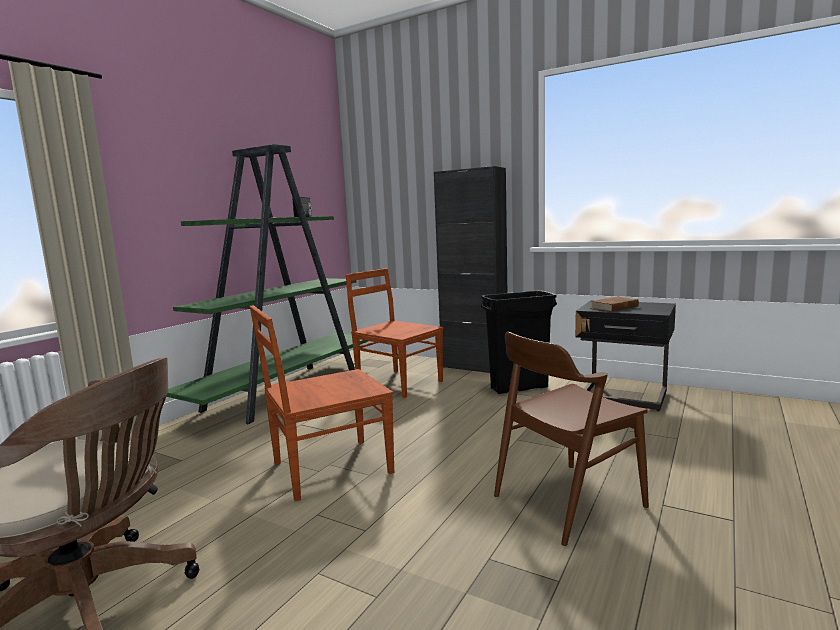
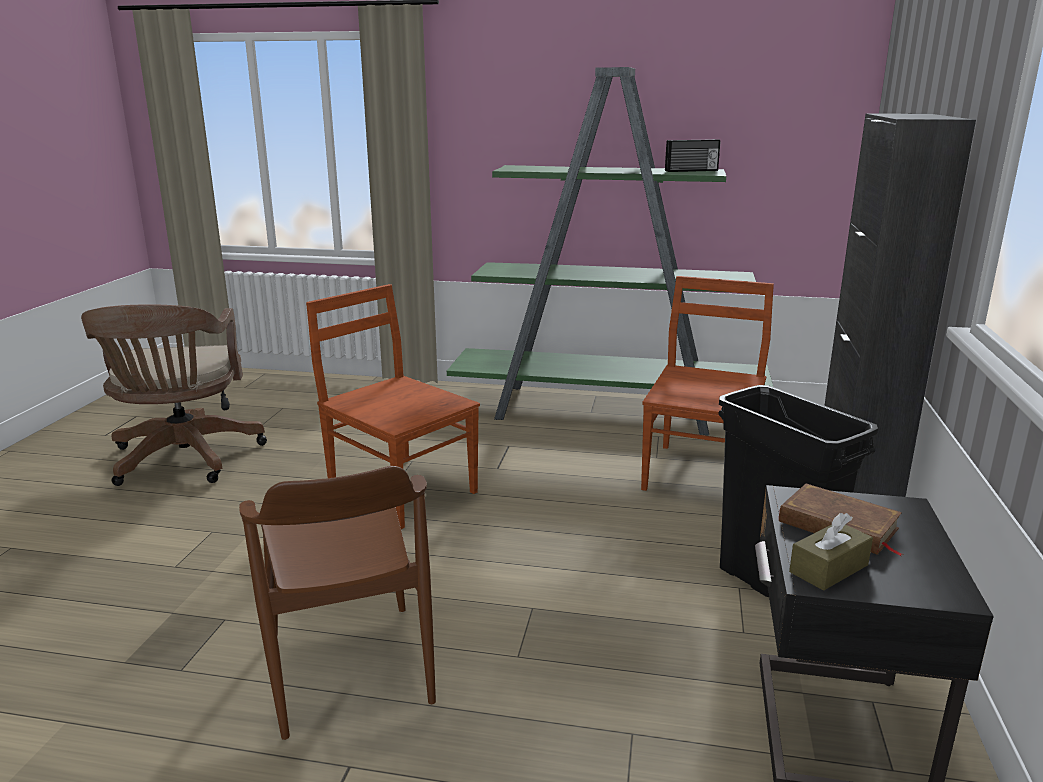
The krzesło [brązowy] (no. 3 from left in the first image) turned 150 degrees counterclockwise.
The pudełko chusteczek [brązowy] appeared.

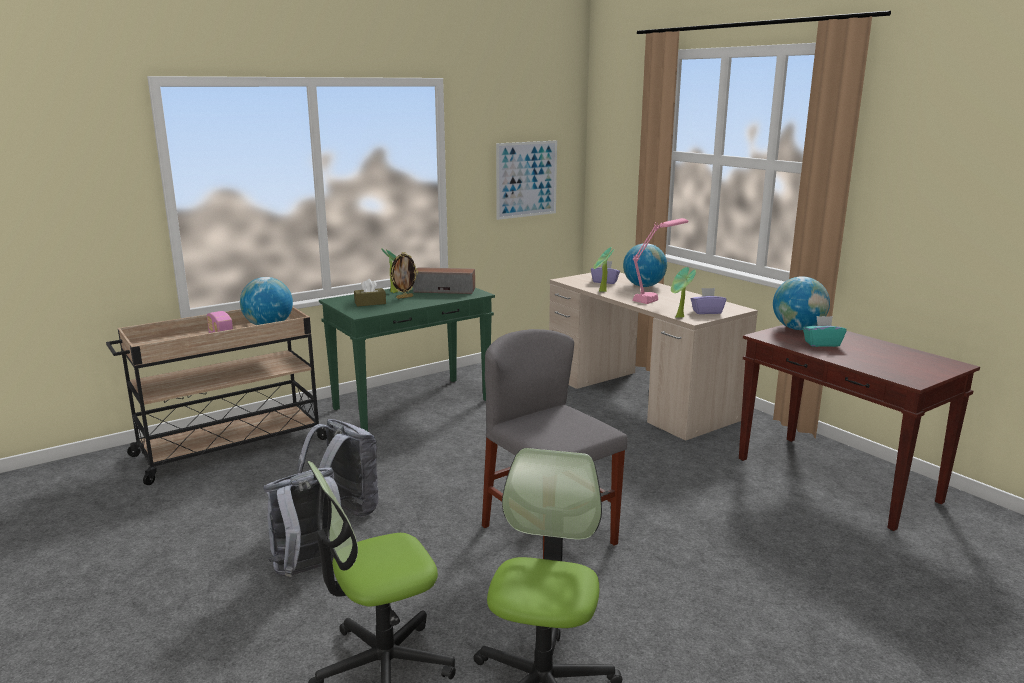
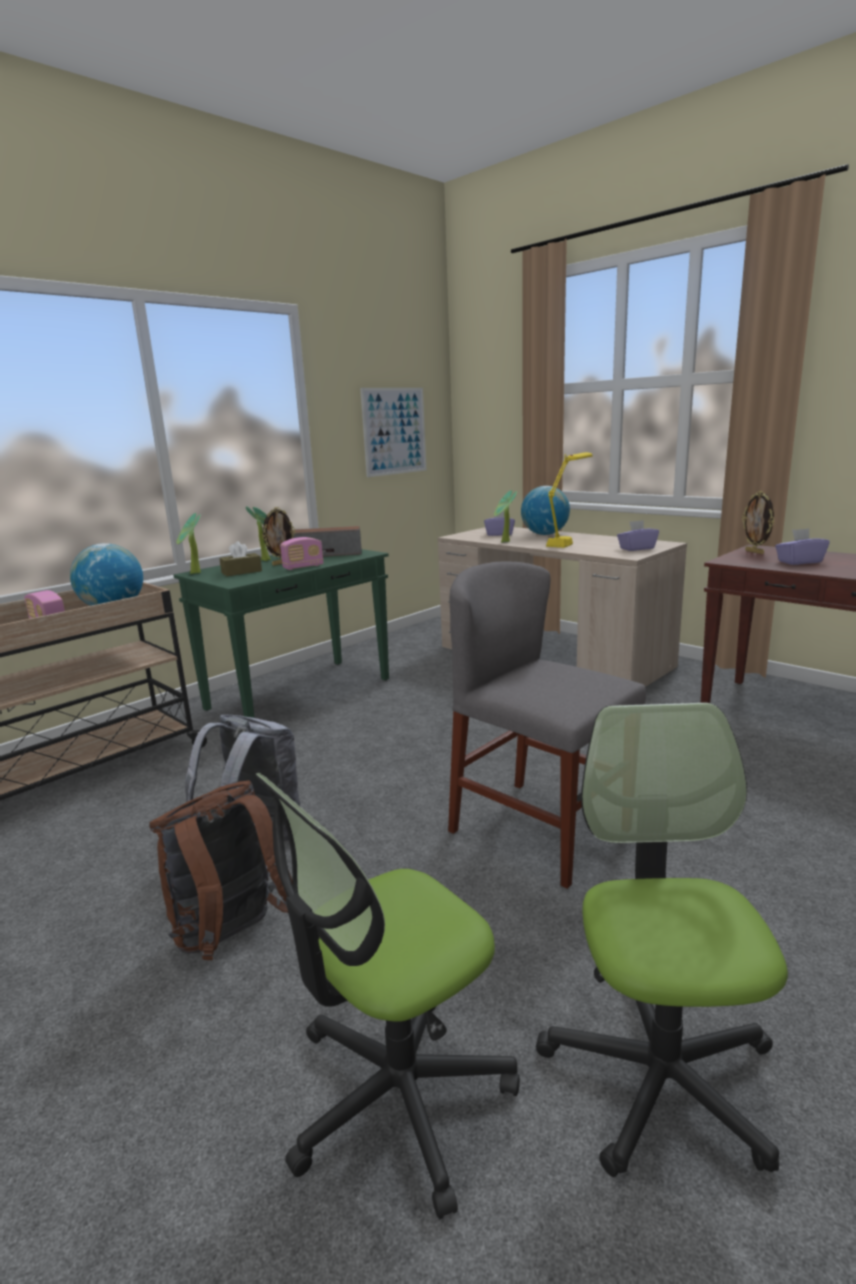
The plecak [szary] (no. 1 from left) became the plecak [brązowy].
The roślina doniczkowa (no. 3 from left in the first image) moved.
The radio (no. 2 from left) appeared.
The lampa stołowa [różowy] became the lampa stołowa [żółty].
The globus (no. 3 from left) was replaced by the ramka na zdjęcie (no. 2 from left).
The pudełko chusteczek [turkusowy] became the pudełko chusteczek [fioletowy] (no. 3 from left).

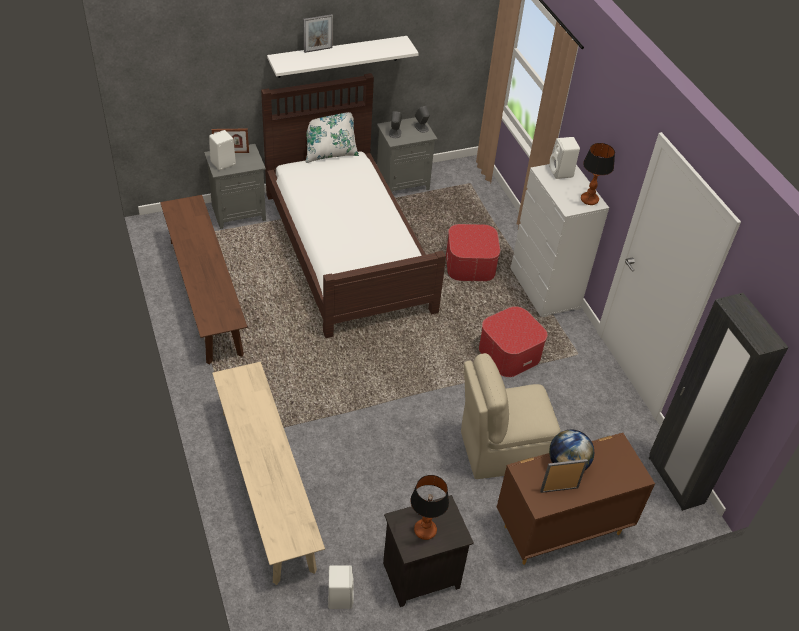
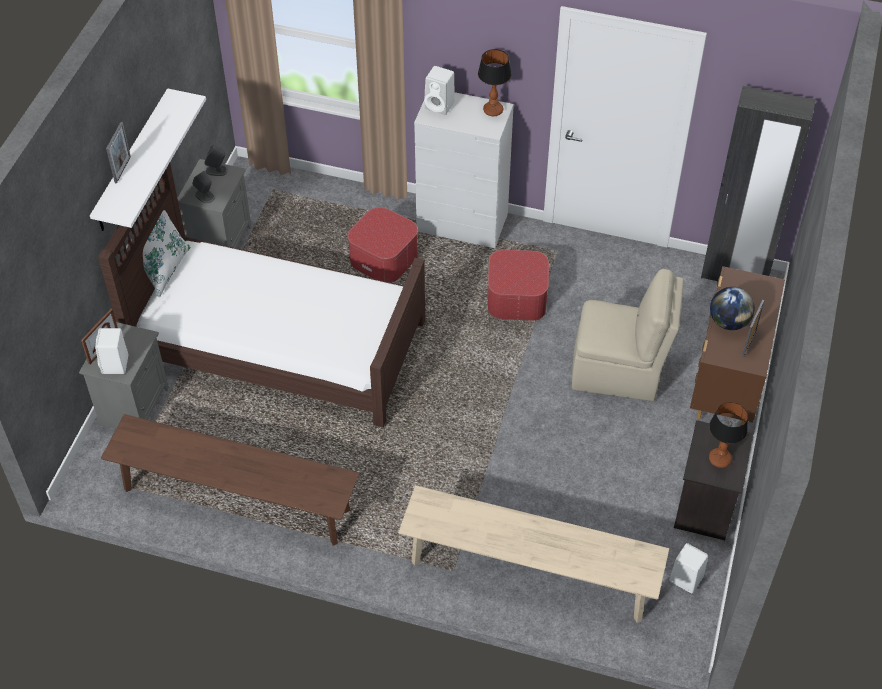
The krzesło [beżowy] turned 105 degrees counterclockwise.

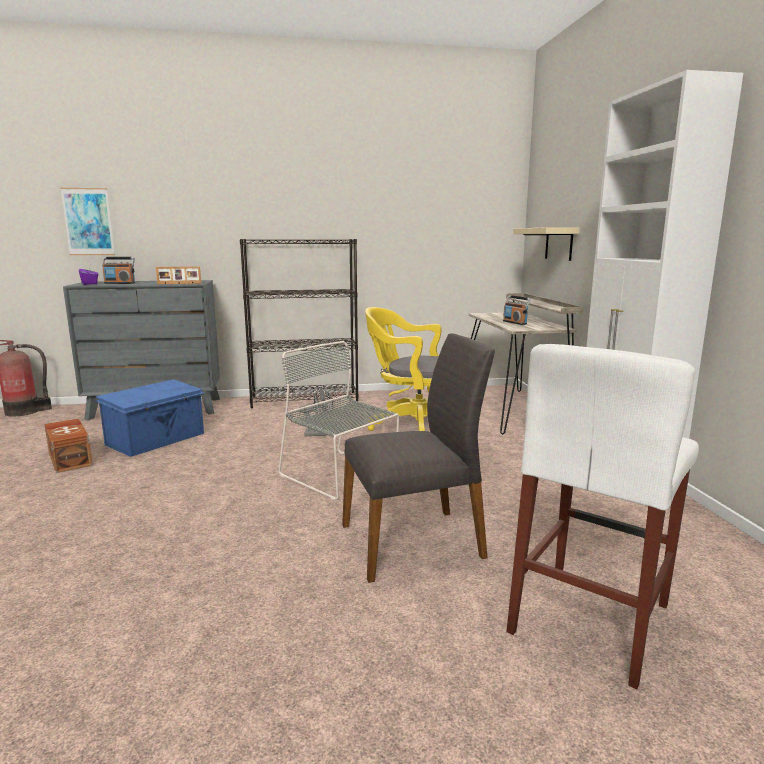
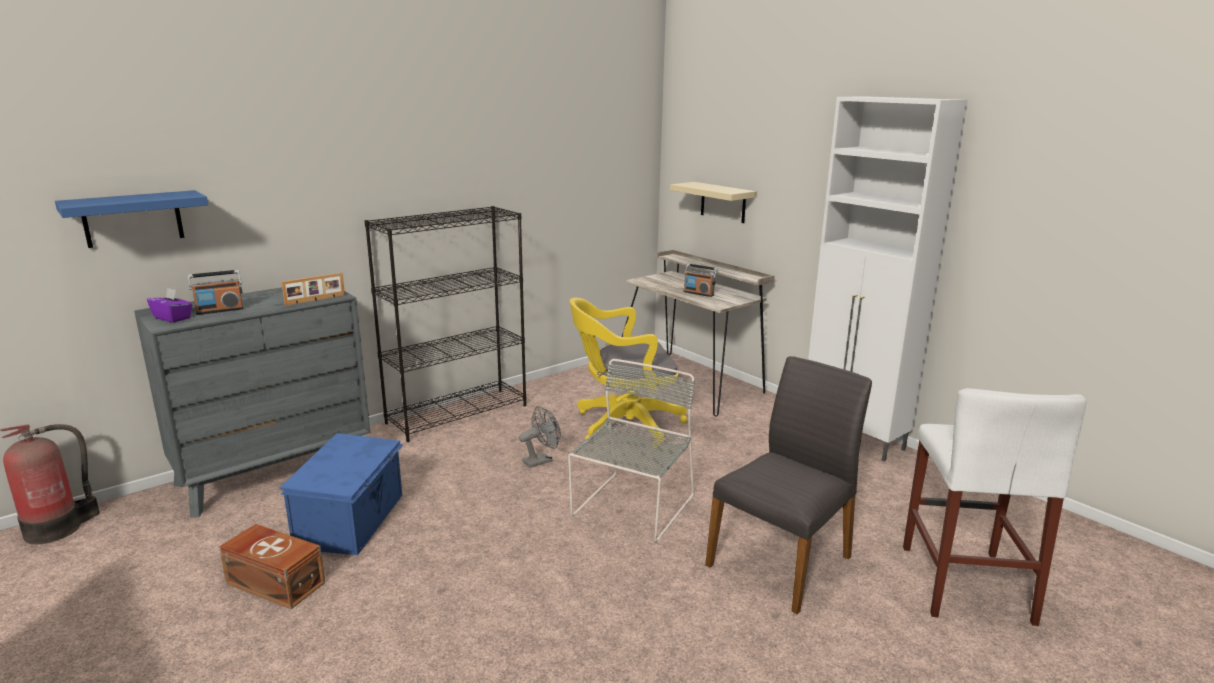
The obraz was replaced by the półka [niebieski].
The krzesło [szary] (no. 1 from left) turned 105 degrees clockwise.

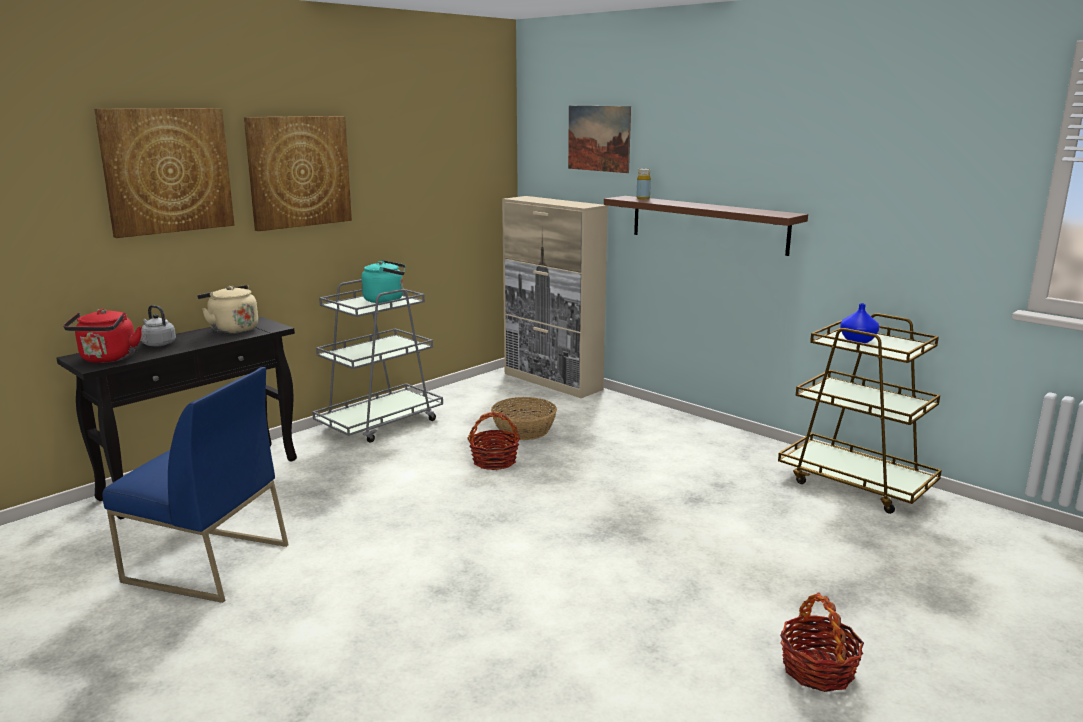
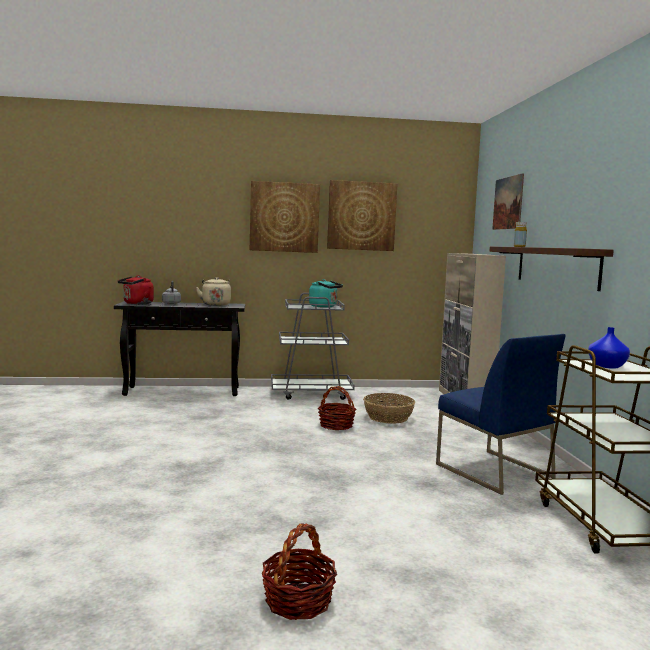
The obraz (no. 1 from left in the first image) moved.
The krzesło [niebieski] moved.

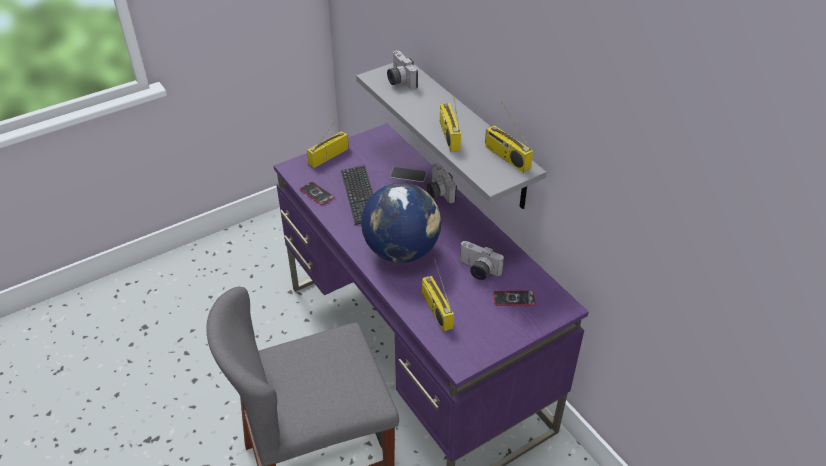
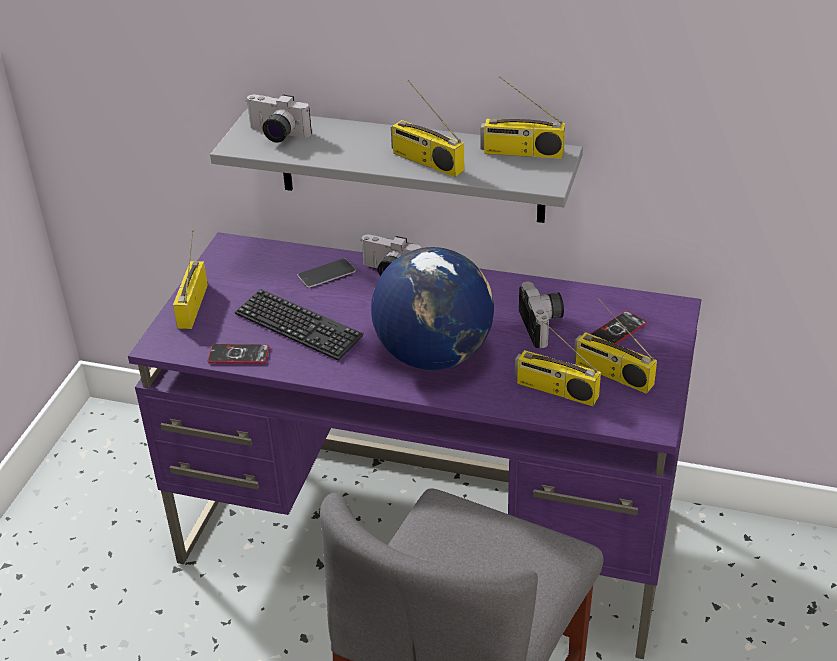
The aparat fotograficzny (no. 3 from left) turned 90 degrees counterclockwise.
The radio (no. 5 from left) appeared.

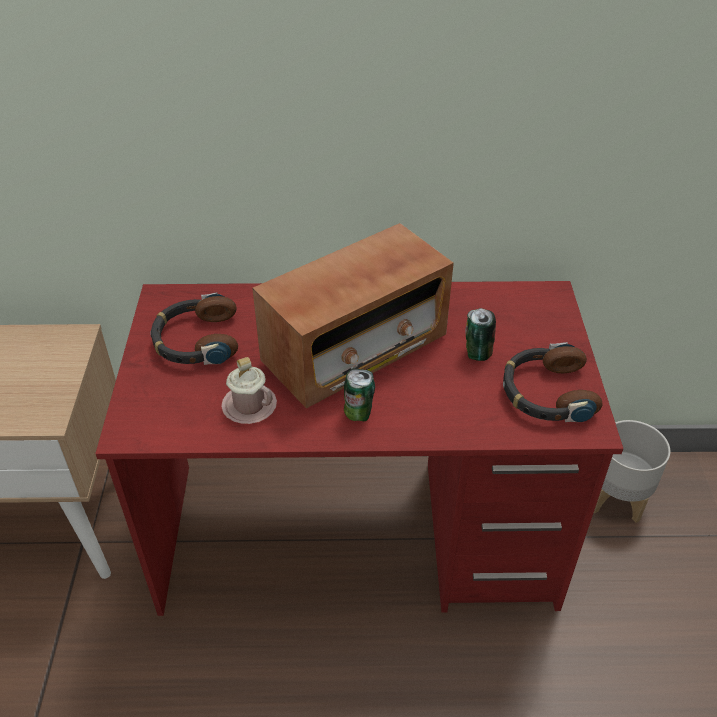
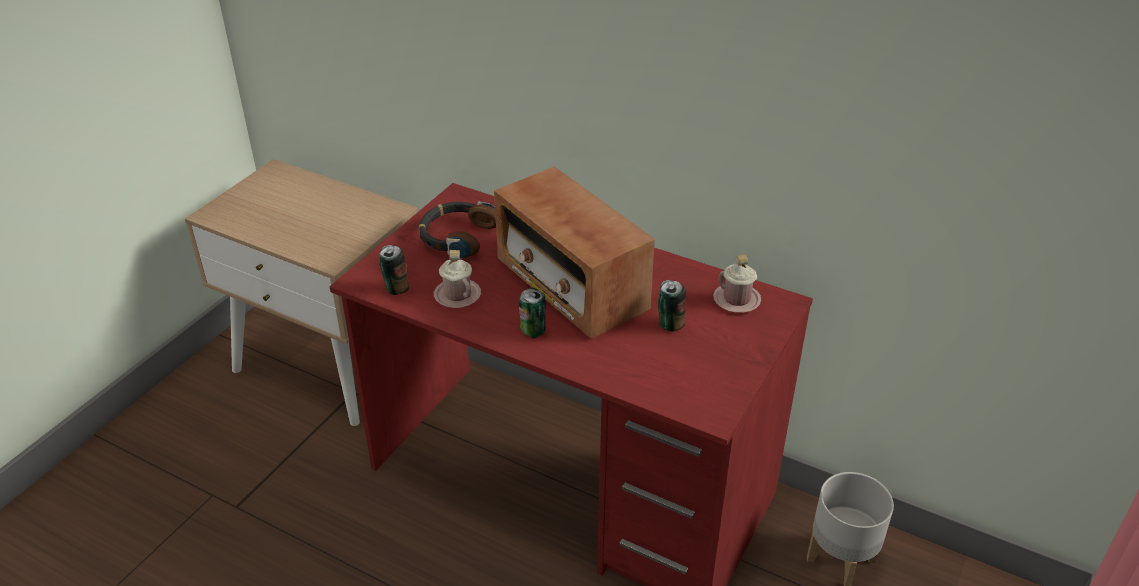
The puszka (no. 1 from left) appeared.
The radio turned 60 degrees clockwise.
The kubek [różowy] (no. 2 from left) appeared.
The słuchawki (no. 2 from left) disappeared.

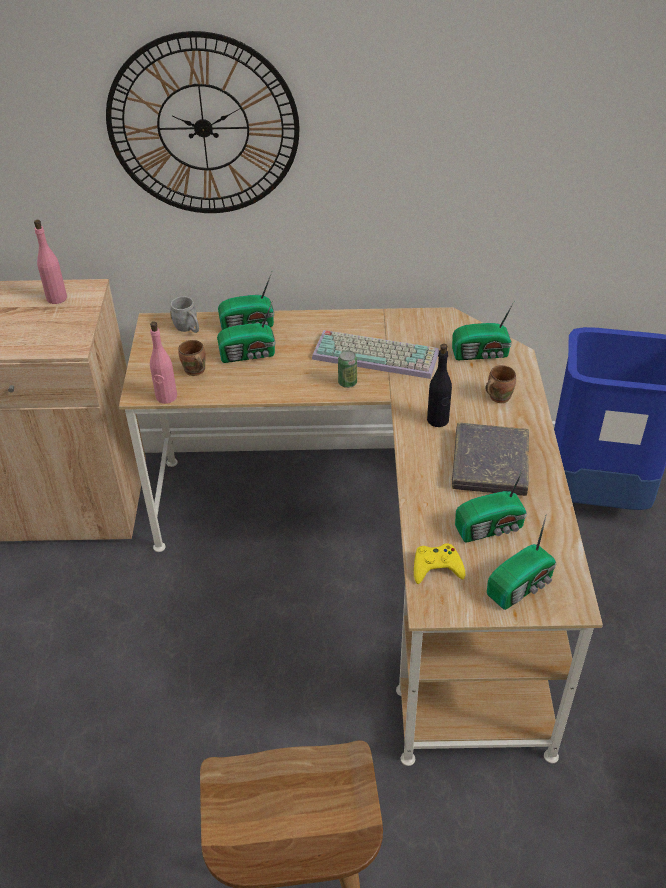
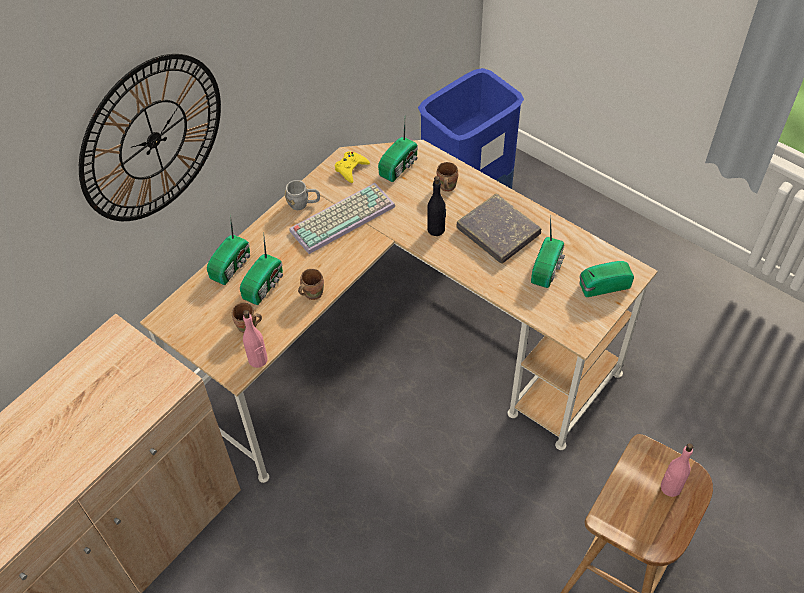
The kubek [szary] moved.
The kubek [brązowy] (no. 2 from left) appeared.
The pad do gier [żółty] moved.
The radio (no. 5 from left) turned 105 degrees counterclockwise.
The butelka [różowy] (no. 1 from left in the first image) moved.
The puszka disappeared.

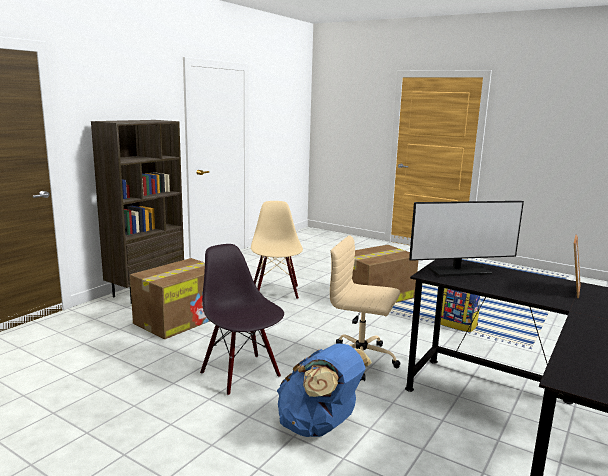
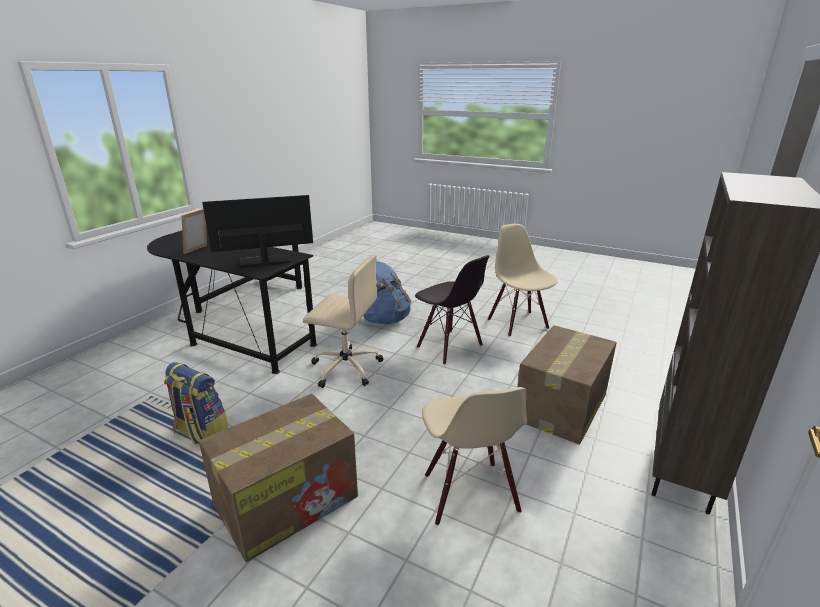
The krzesło [beżowy] (no. 2 from left) appeared.

